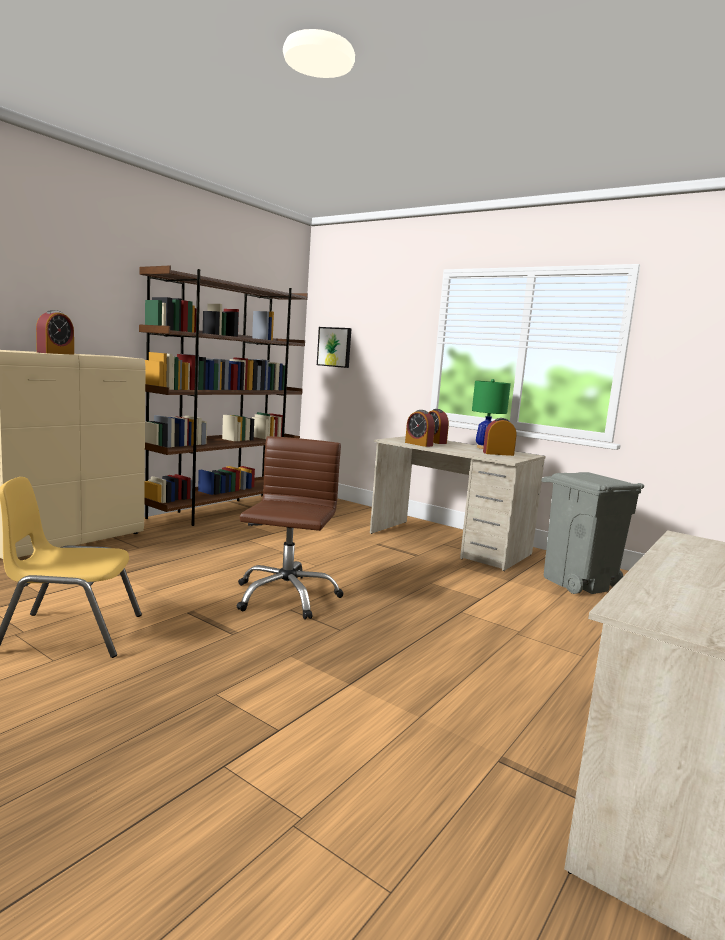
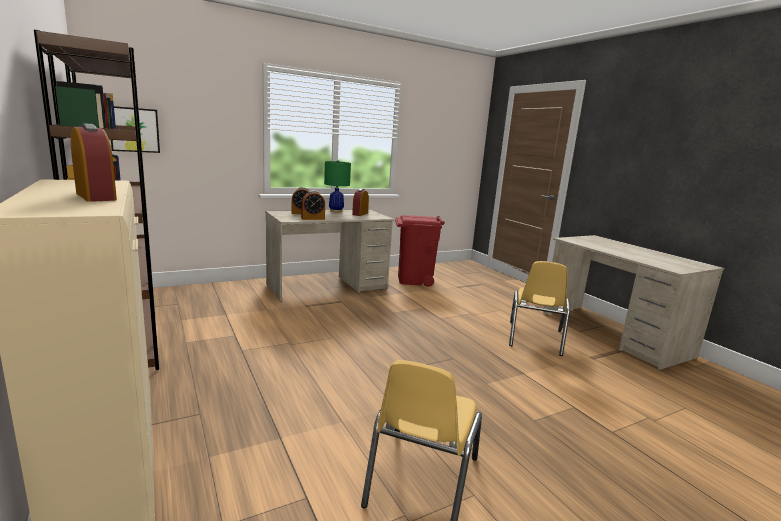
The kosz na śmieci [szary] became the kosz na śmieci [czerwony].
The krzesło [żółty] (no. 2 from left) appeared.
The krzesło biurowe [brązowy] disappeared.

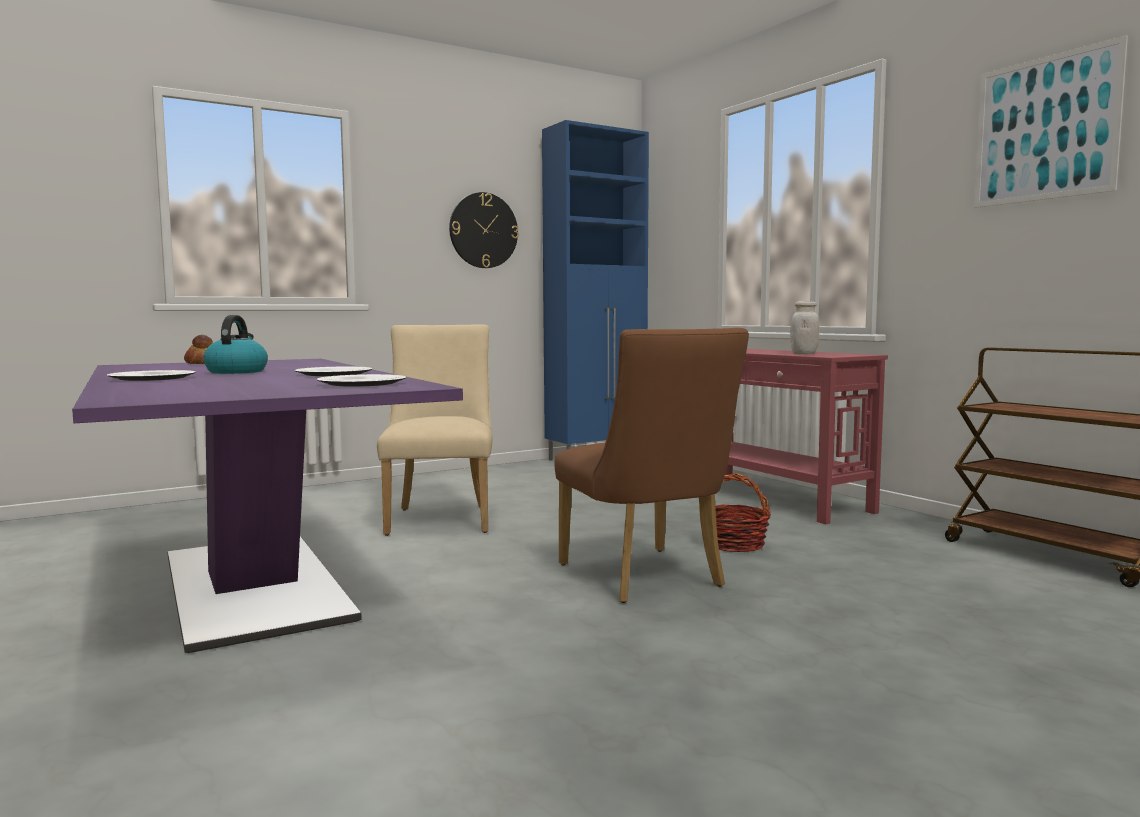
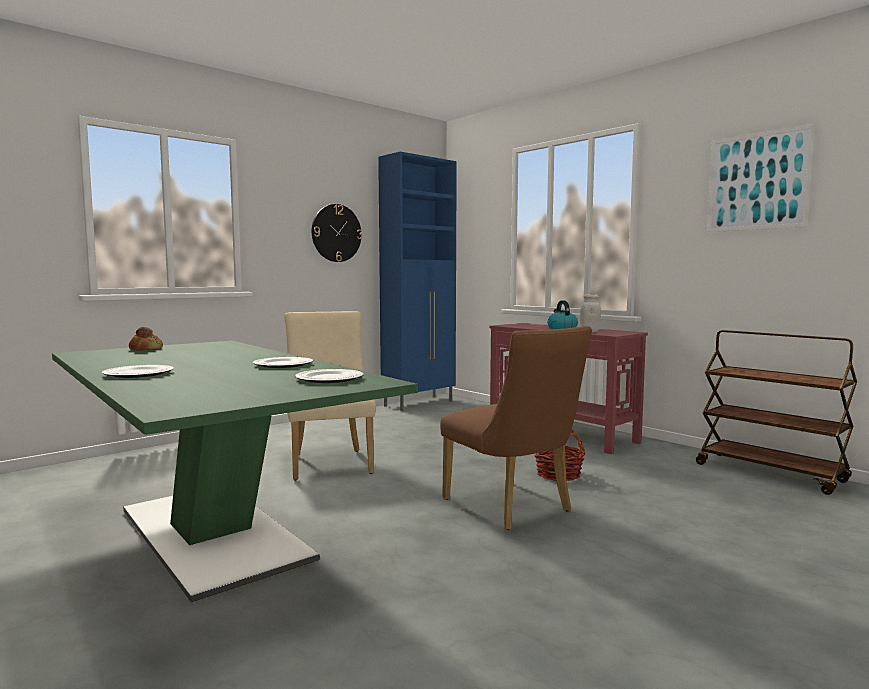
The stół jadalny [fioletowy] became the stół jadalny [zielony].
The czajnik moved.

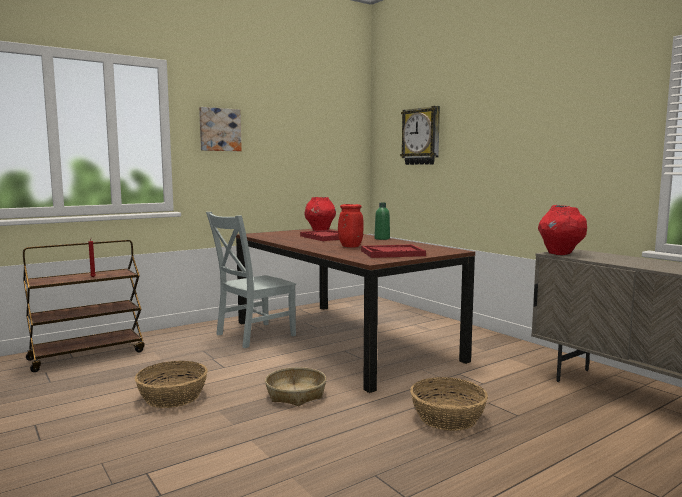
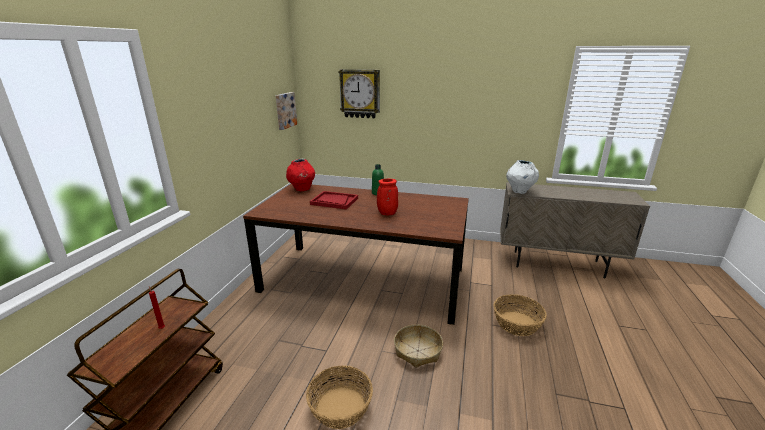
The obraz moved.
The wazon [czerwony] (no. 3 from left) became the wazon [biały].
The krzesło [szary] disappeared.
The taca [czerwony] (no. 2 from left) disappeared.

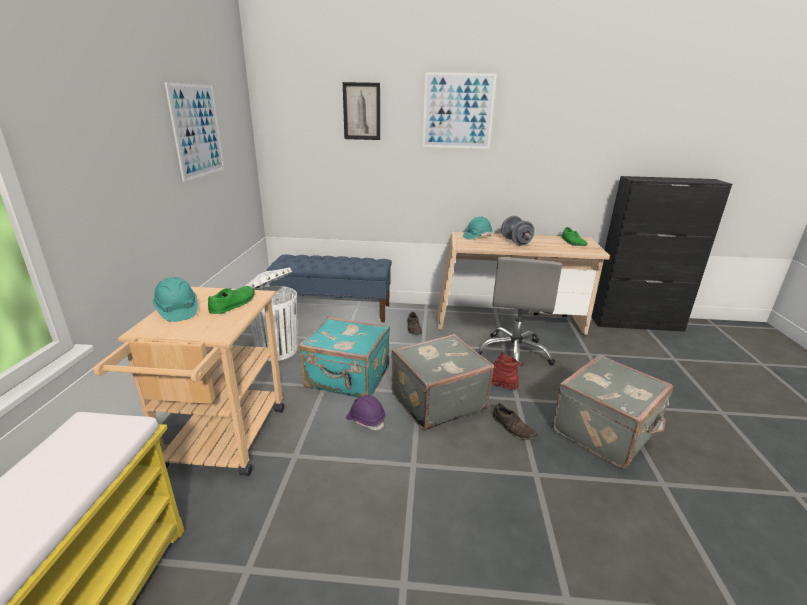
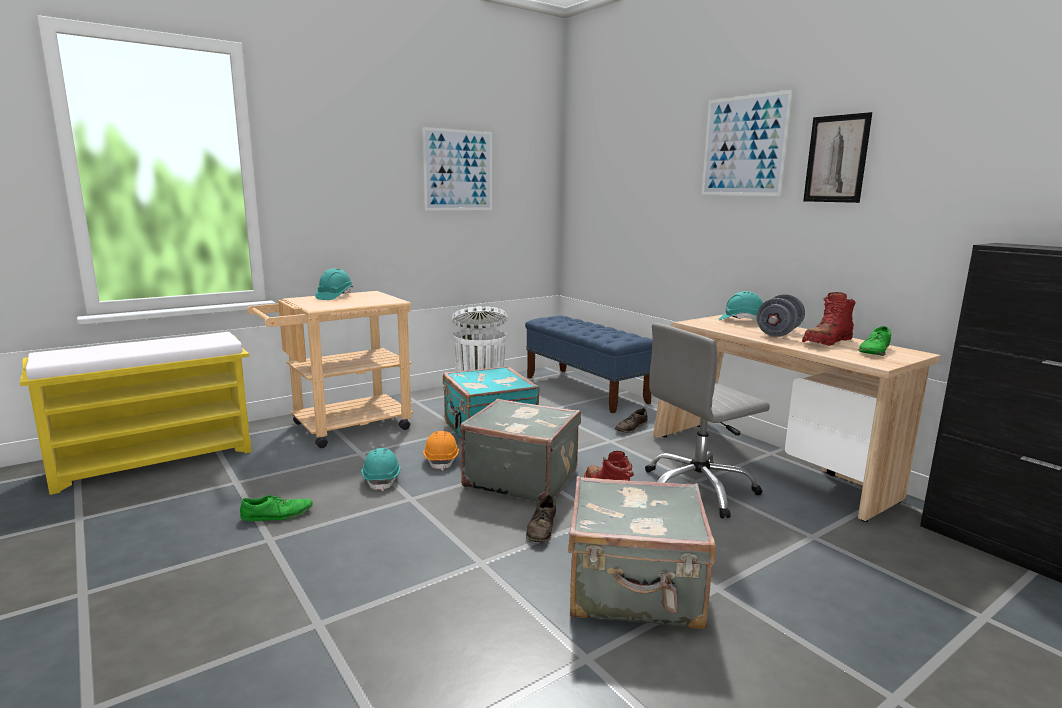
The but [zielony] (no. 1 from left) moved.
The kask [turkusowy] (no. 2 from left) appeared.
The kask [fioletowy] became the kask [pomarańczowy].
The but z cholewką [czerwony] (no. 2 from left) appeared.
The obraz (no. 2 from left in the first image) moved.

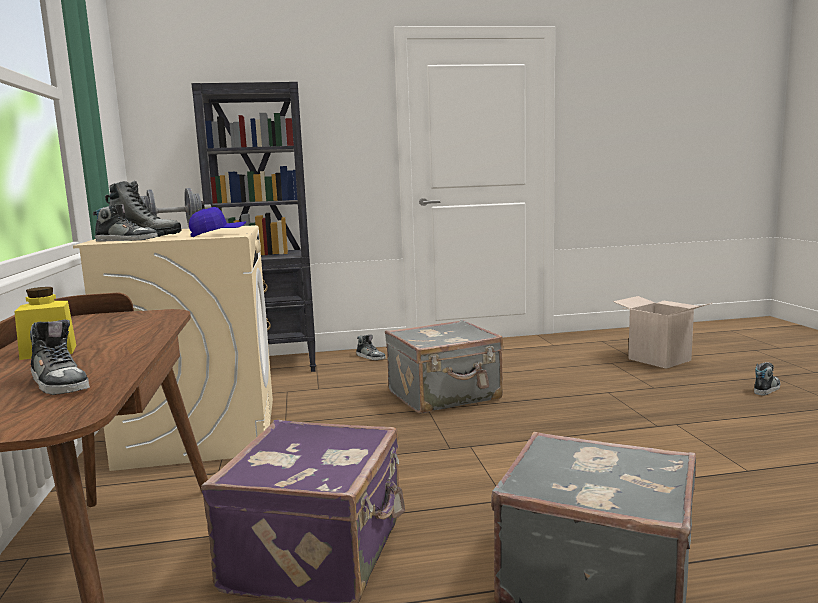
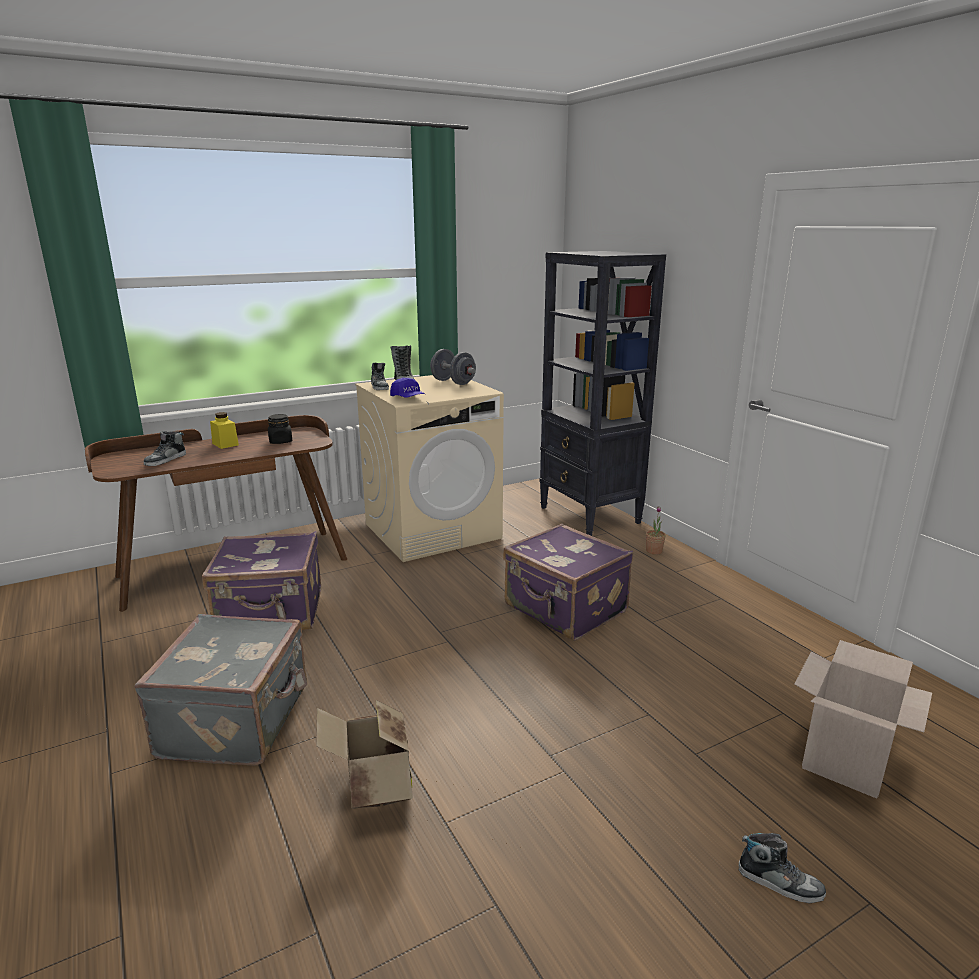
The słoik [czarny] appeared.
The karton (no. 1 from left) appeared.
The walizka [szary] (no. 1 from left) became the walizka [fioletowy] (no. 2 from left).
The but (no. 3 from left) was replaced by the roślina doniczkowa.

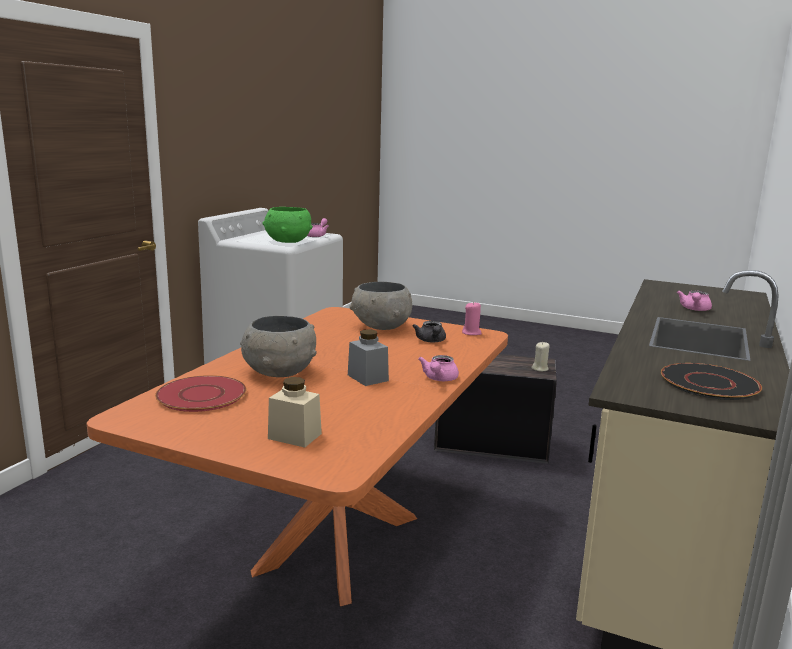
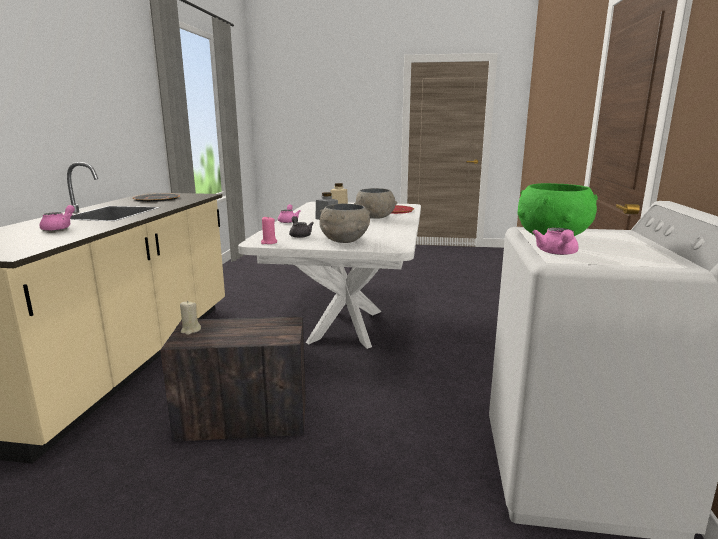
The stół jadalny [pomarańczowy] became the stół jadalny [biały].

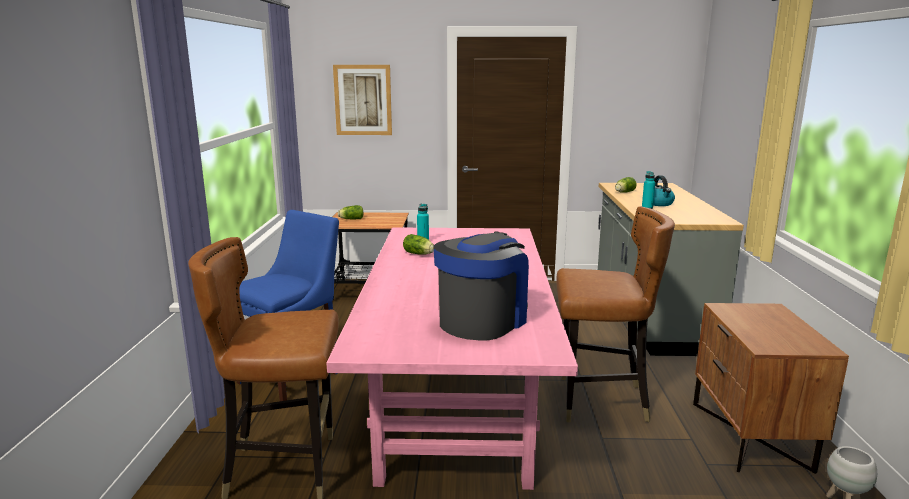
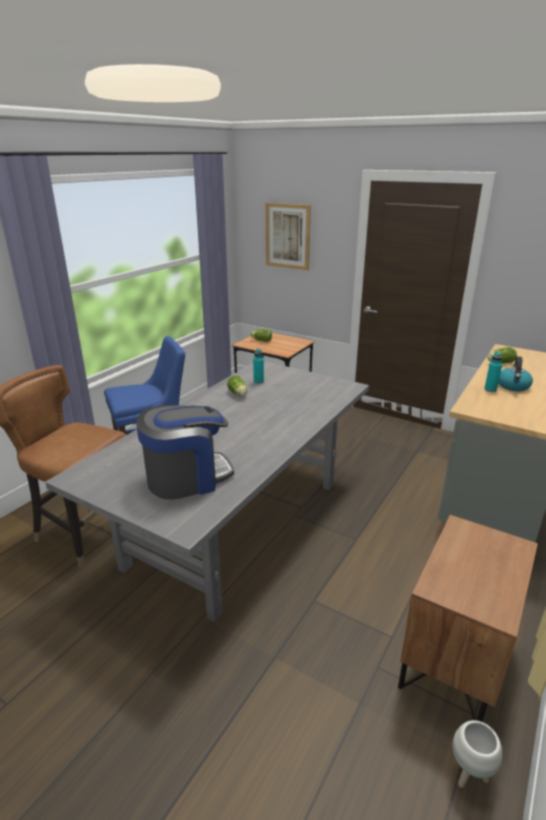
The stół jadalny [różowy] became the stół jadalny [szary].
The krzesło [brązowy] (no. 2 from left) disappeared.

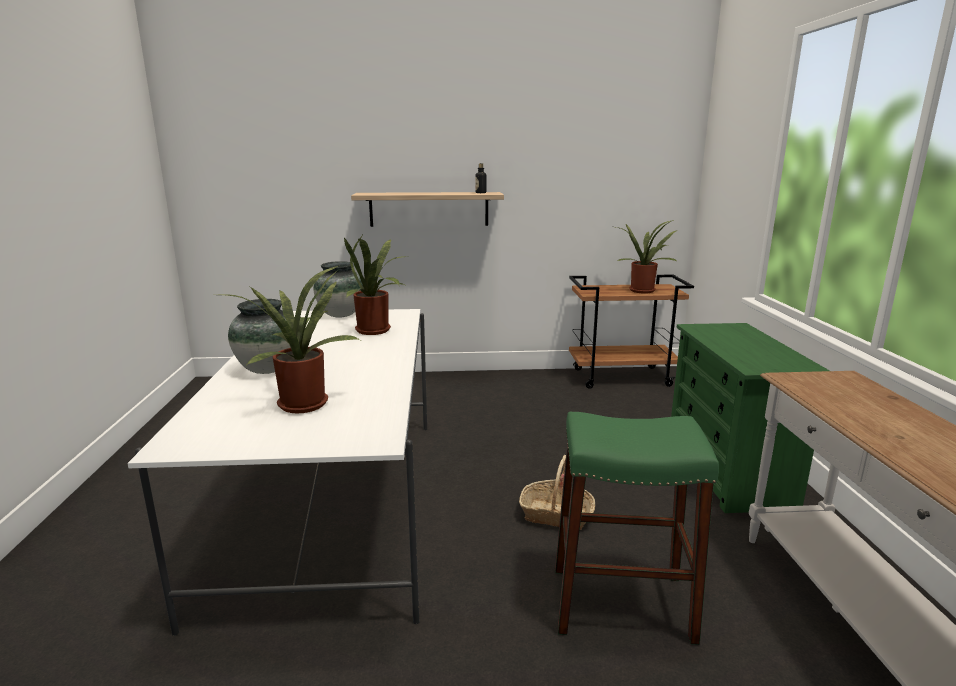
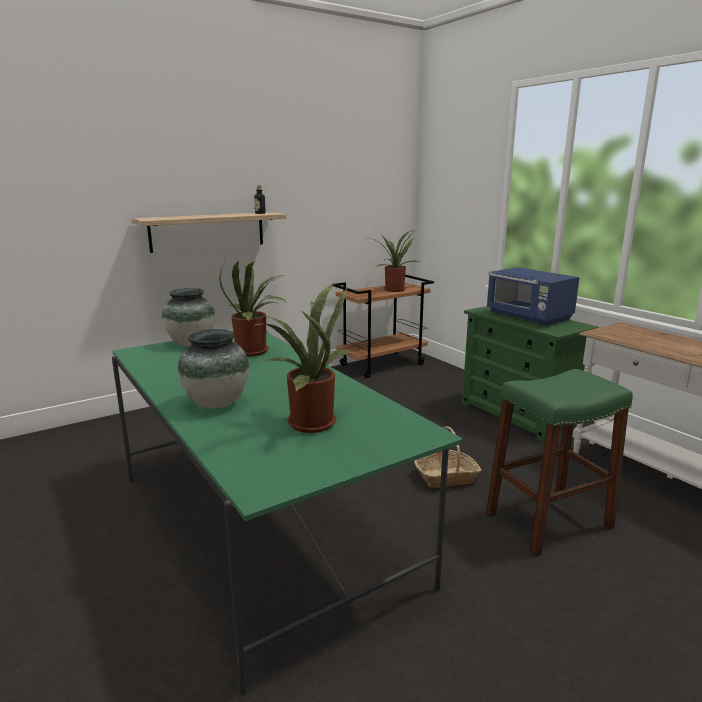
The stół jadalny [biały] became the stół jadalny [zielony].
The mikrofalówka [niebieski] appeared.

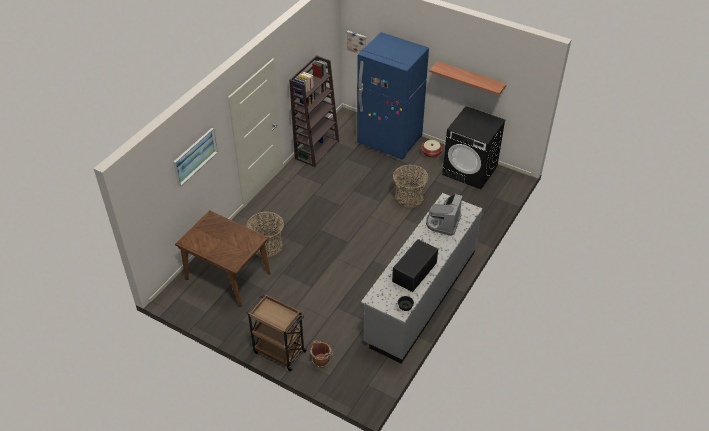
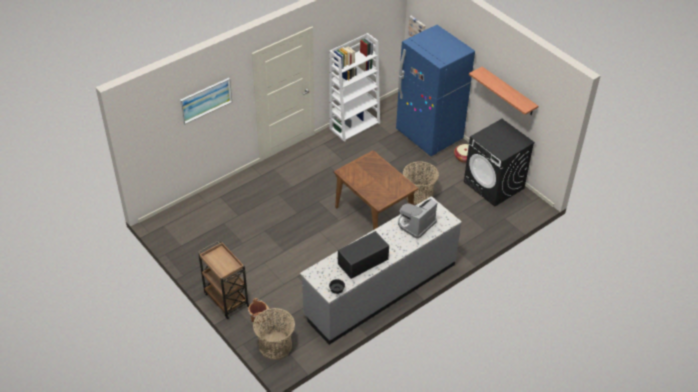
The koszyk (no. 1 from left) moved.
The regał [brązowy] became the regał [biały].
The stół jadalny [brązowy] moved.

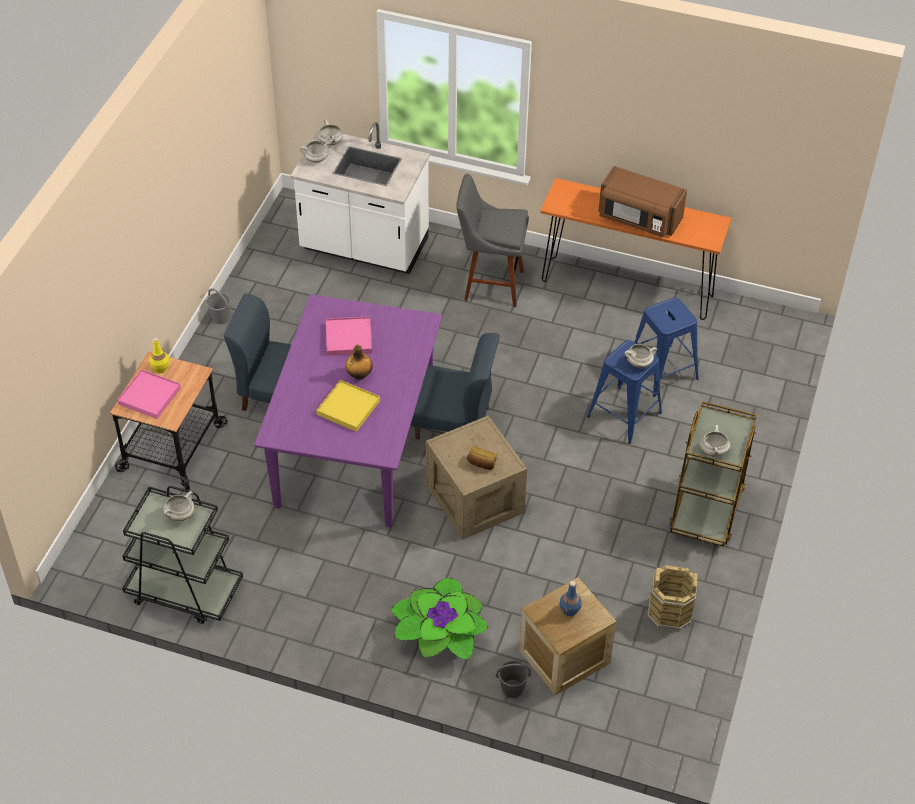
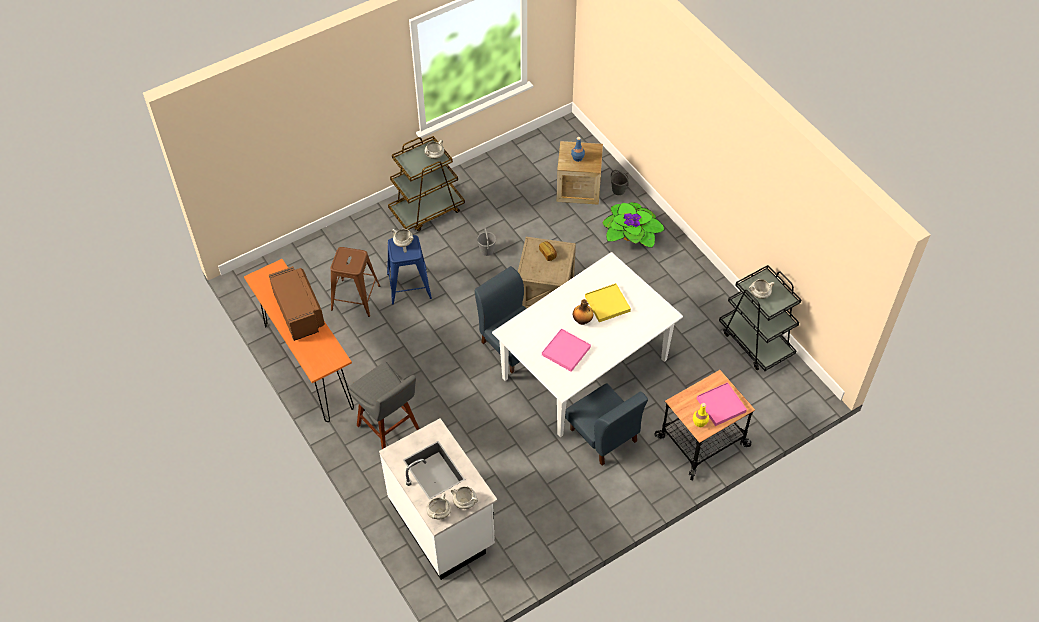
The stołek [niebieski] (no. 2 from left) became the stołek [brązowy].
The wiadro [szary] (no. 1 from left) moved.
The stół jadalny [fioletowy] became the stół jadalny [biały].
The wiadro [brązowy] disappeared.

